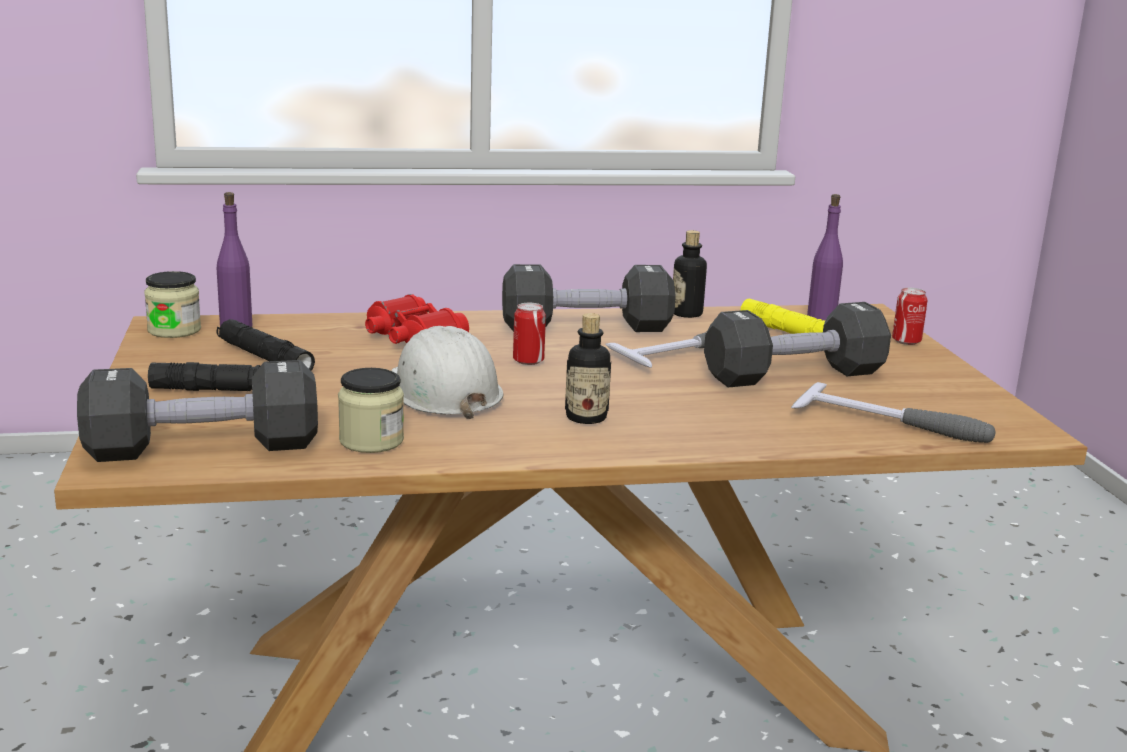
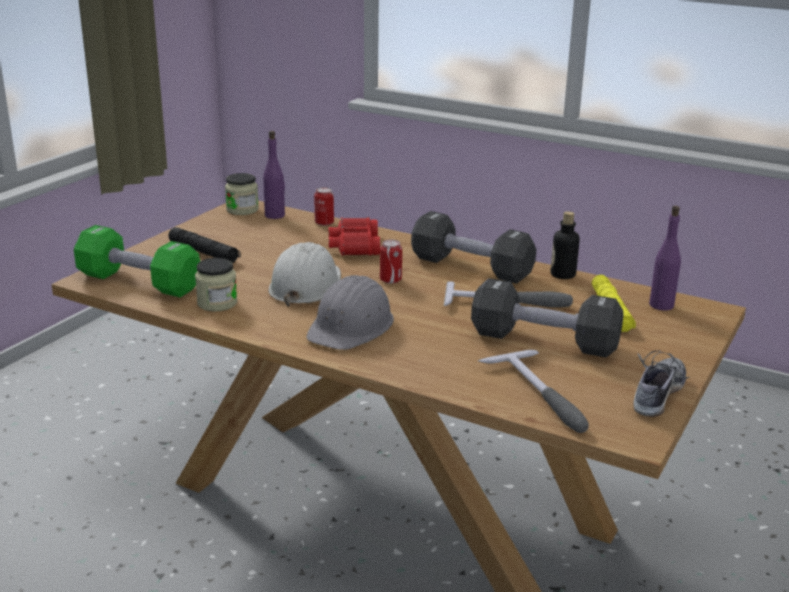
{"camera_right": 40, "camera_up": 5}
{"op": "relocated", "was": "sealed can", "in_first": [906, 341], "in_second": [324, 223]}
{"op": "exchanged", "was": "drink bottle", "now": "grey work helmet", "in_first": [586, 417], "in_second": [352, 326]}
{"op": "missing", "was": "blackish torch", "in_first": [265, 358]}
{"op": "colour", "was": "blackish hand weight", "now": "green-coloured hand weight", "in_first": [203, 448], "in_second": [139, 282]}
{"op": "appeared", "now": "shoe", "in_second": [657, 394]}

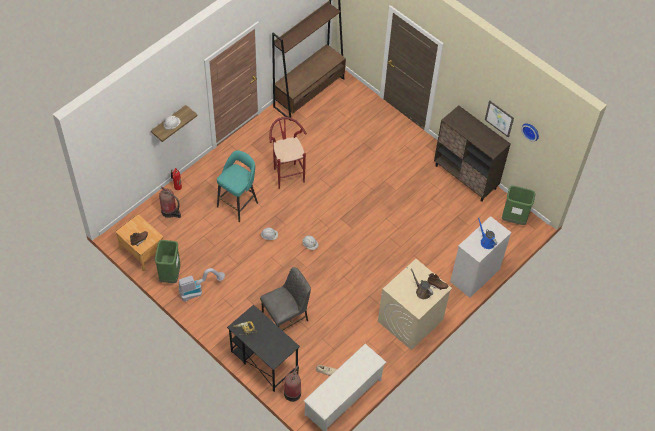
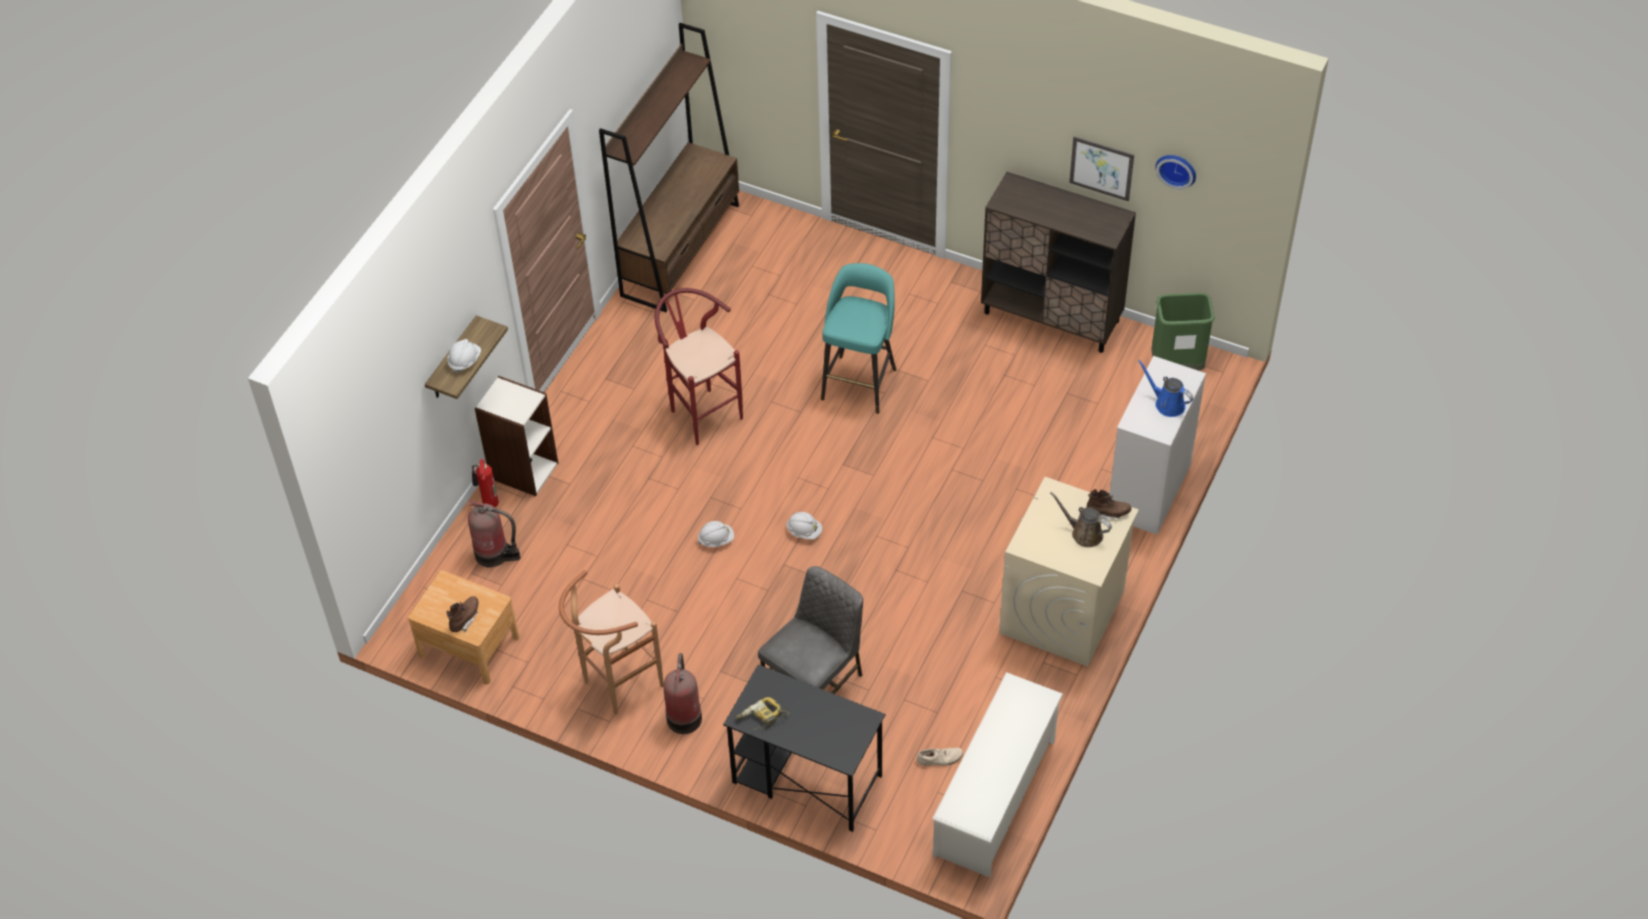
{"camera_right": -15, "camera_up": -5}
{"op": "relocated", "was": "blue-green sitting stool", "in_first": [238, 204], "in_second": [860, 382]}
{"op": "missing", "was": "green-coloured rubbish bin", "in_first": [170, 275]}
{"op": "exchanged", "was": "vacuum cleaner", "now": "brownish sitting stool", "in_first": [198, 290], "in_second": [616, 686]}
{"op": "relocated", "was": "extinguisher", "in_first": [293, 392], "in_second": [684, 716]}
{"op": "appeared", "now": "shelving unit", "in_second": [523, 470]}

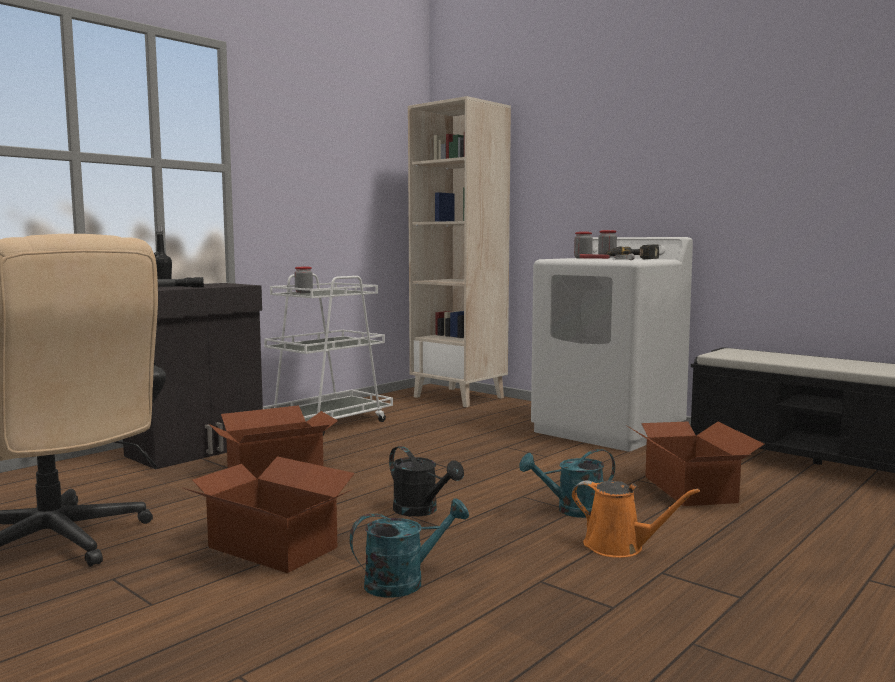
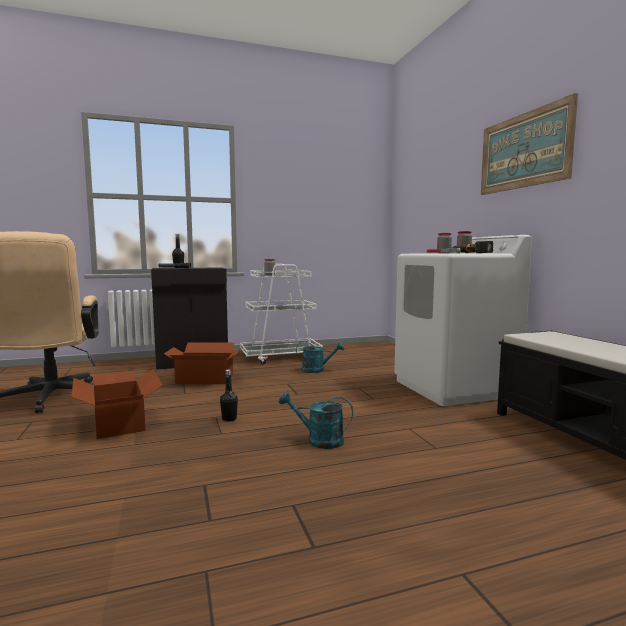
{"camera_right": 30, "camera_up": 0}
{"op": "missing", "was": "beige-coloured shelving unit", "in_first": [459, 397]}
{"op": "missing", "was": "cardboard box", "in_first": [688, 489]}
{"op": "exchanged", "was": "blackish watering can", "now": "blackish drink bottle", "in_first": [421, 511], "in_second": [229, 419]}
{"op": "missing", "was": "orangey watering can", "in_first": [619, 547]}
{"op": "relocated", "was": "blue-green watering can", "in_first": [404, 581], "in_second": [317, 370]}
{"op": "appeared", "now": "wall picture", "in_second": [523, 151]}

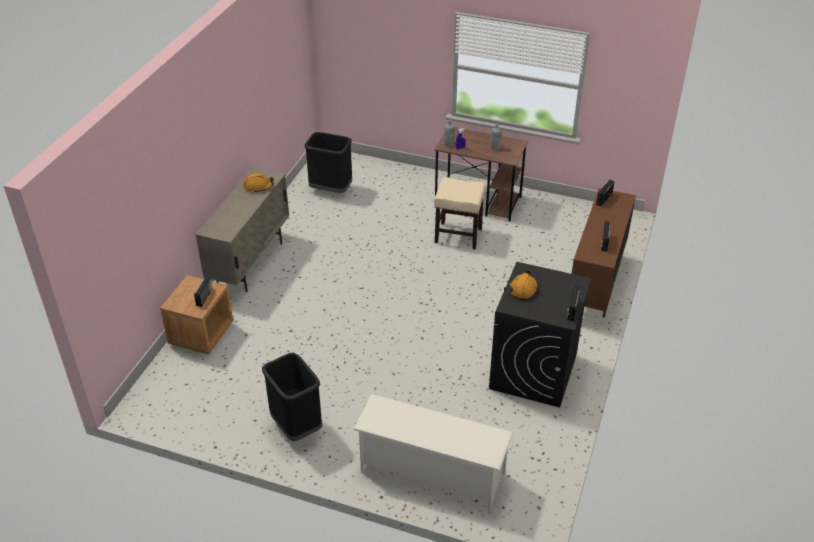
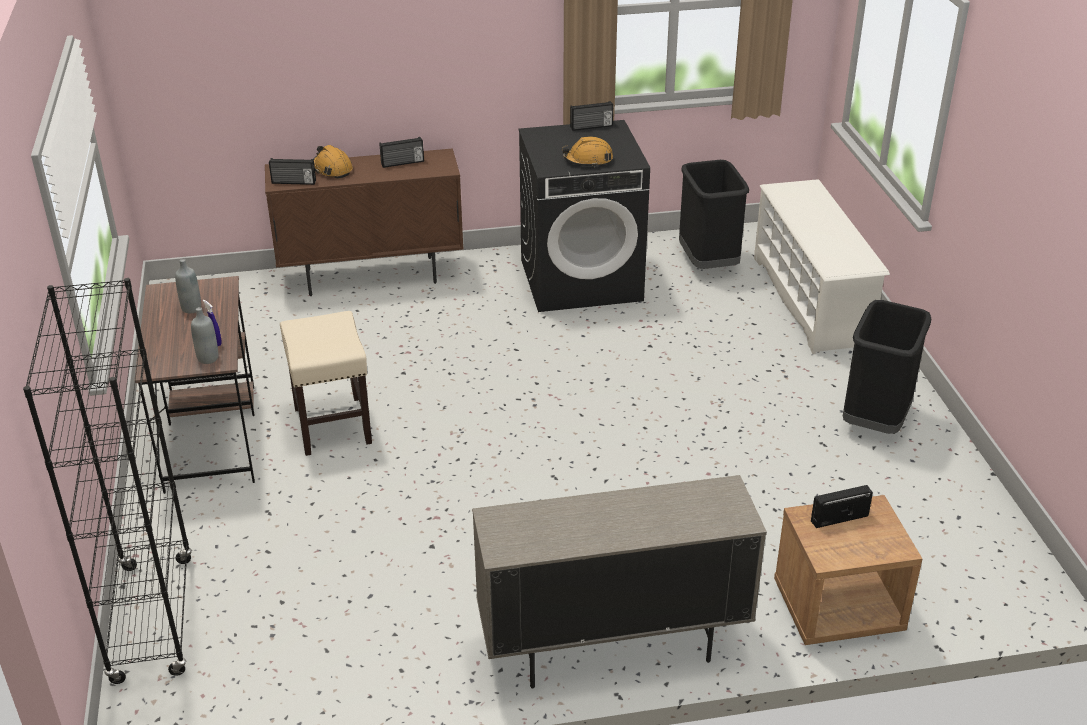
{"camera_right": -120, "camera_up": -5}
{"op": "relocated", "was": "blackish rubbish bin", "in_first": [330, 190], "in_second": [708, 263]}
{"op": "relocated", "was": "orangey work helmet", "in_first": [258, 186], "in_second": [332, 169]}
{"op": "appeared", "now": "blackish shelving unit", "in_second": [153, 619]}

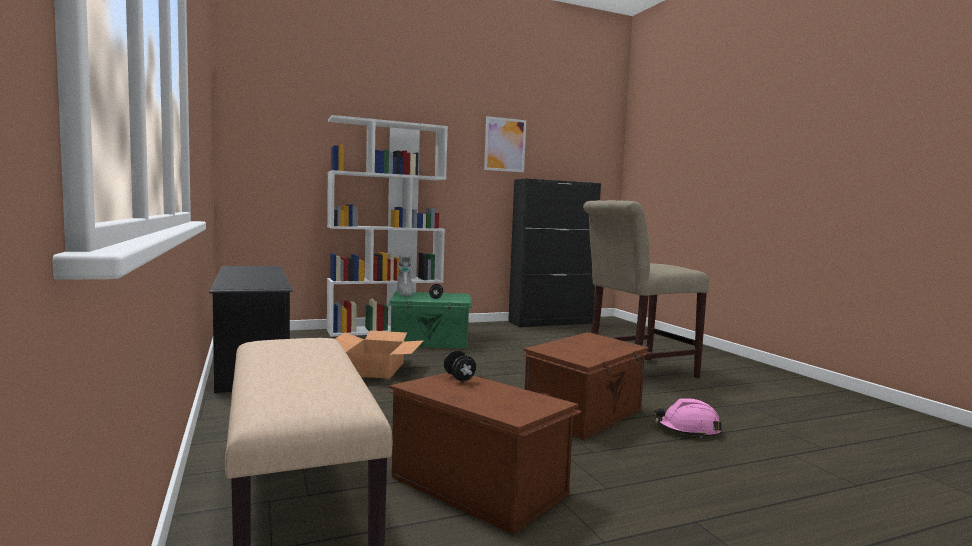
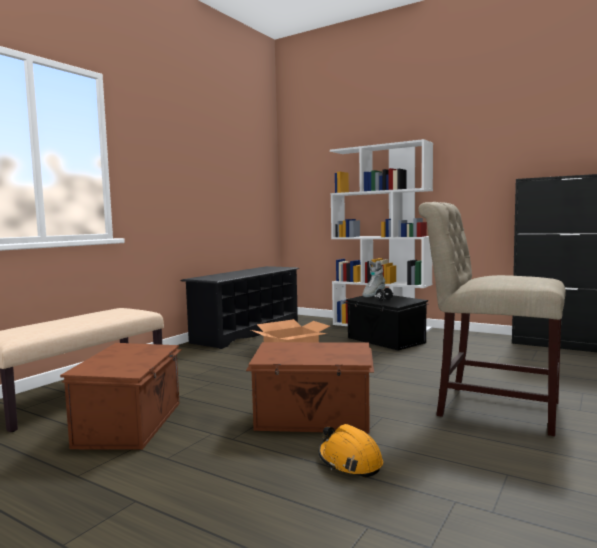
{"camera_right": 55, "camera_up": 0}
{"op": "missing", "was": "wall picture", "in_first": [505, 144]}
{"op": "colour", "was": "green-coloured storage container", "now": "blackish storage container", "in_first": [430, 342], "in_second": [385, 340]}
{"op": "missing", "was": "blackish hand weight", "in_first": [459, 378]}
{"op": "colour", "was": "pink work helmet", "now": "orangey work helmet", "in_first": [687, 430], "in_second": [349, 462]}

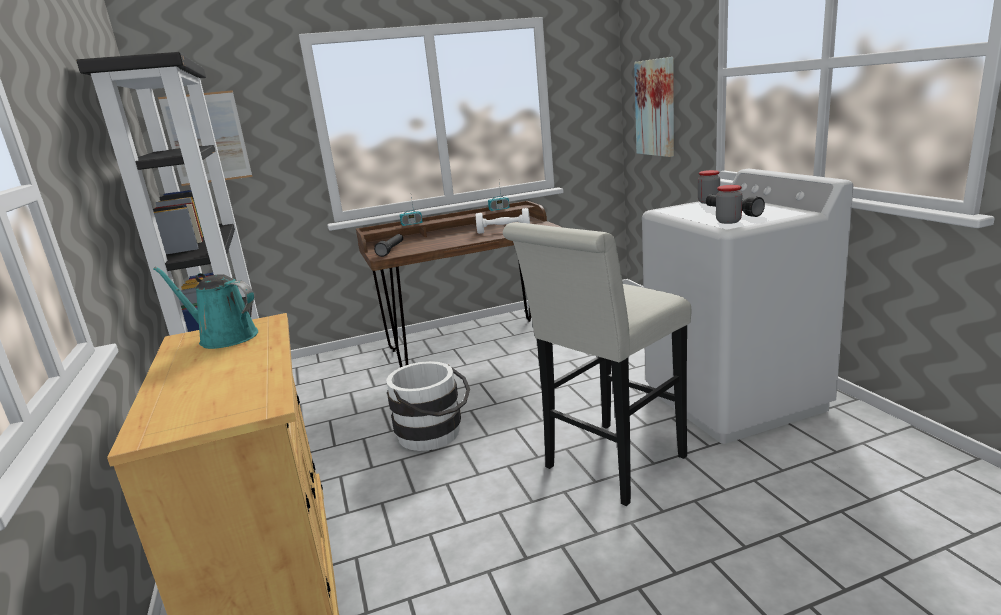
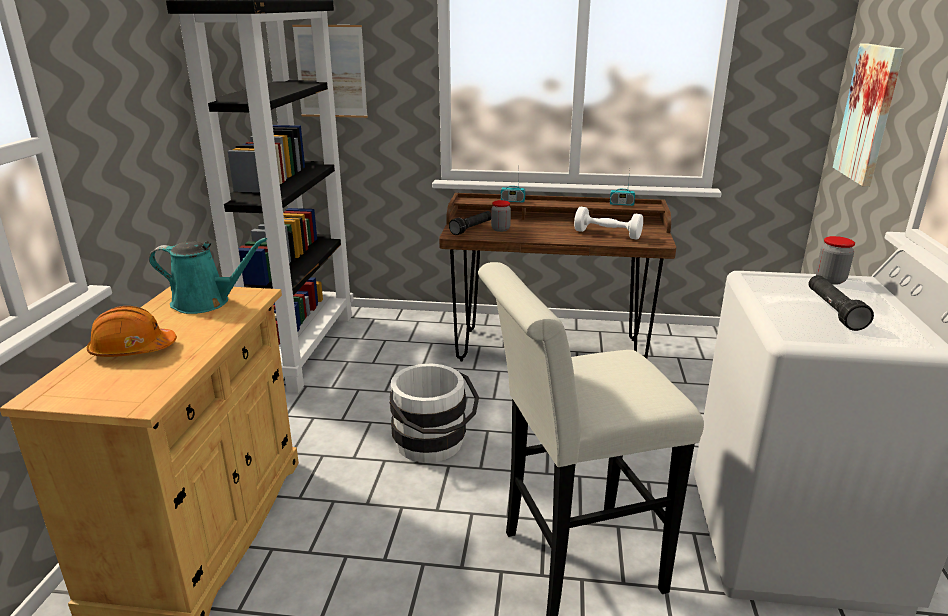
{"camera_right": 25, "camera_up": 5}
{"op": "relocated", "was": "storage jar", "in_first": [728, 221], "in_second": [500, 229]}
{"op": "spun", "was": "blue-green watering can", "in_first": [224, 337], "in_second": [206, 302], "clockwise": 135}
{"op": "appeared", "now": "orangey work helmet", "in_second": [132, 350]}

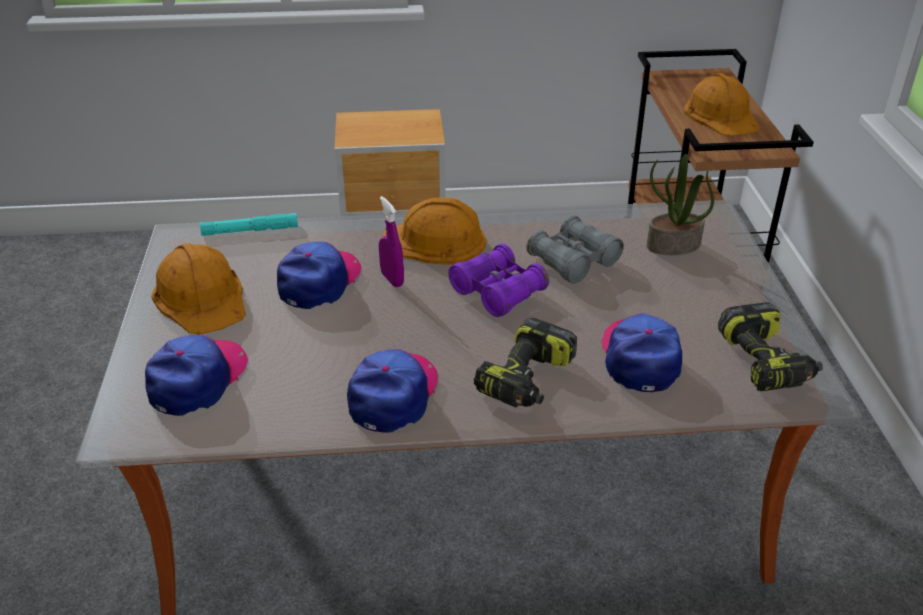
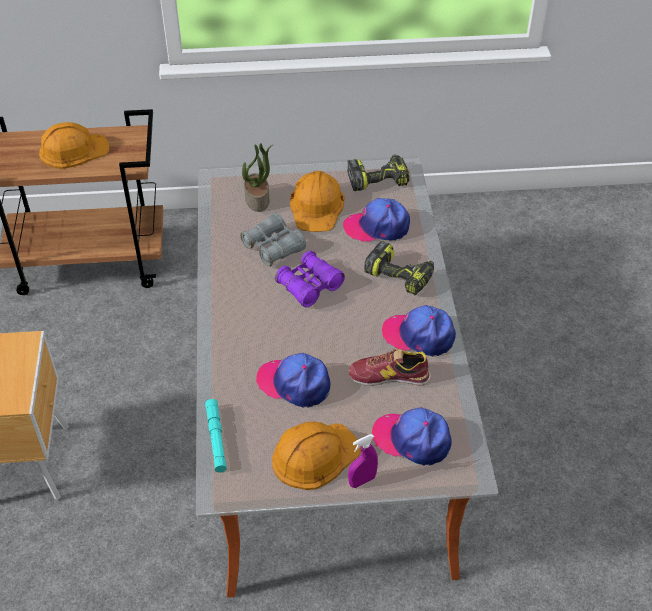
{"camera_right": -90, "camera_up": 10}
{"op": "relocated", "was": "purple-coloured hand sprayer", "in_first": [392, 279], "in_second": [362, 481]}
{"op": "relocated", "was": "orangey work helmet", "in_first": [434, 242], "in_second": [317, 206]}
{"op": "appeared", "now": "shoe", "in_second": [389, 375]}

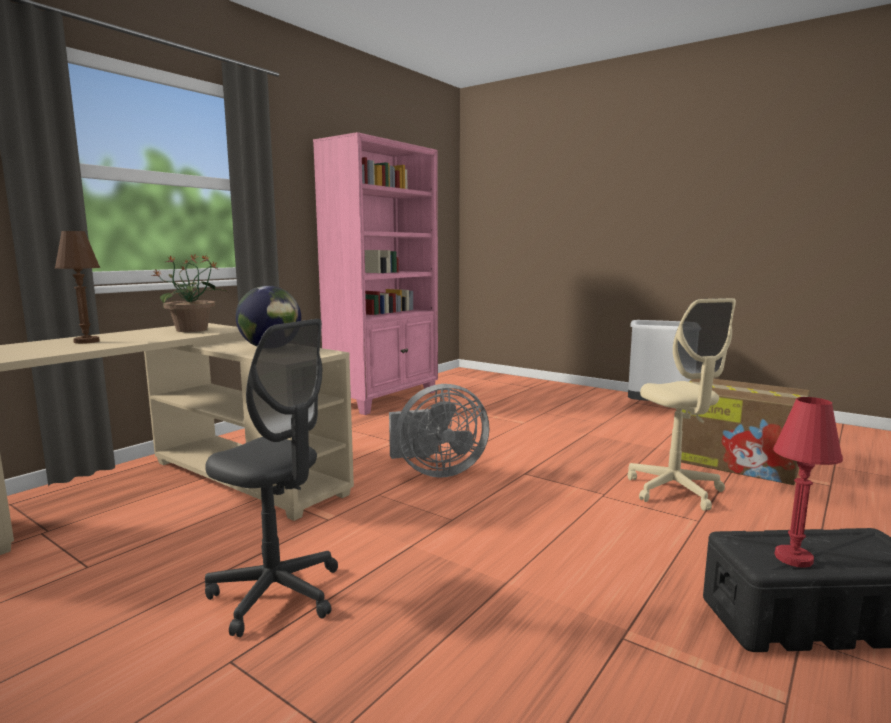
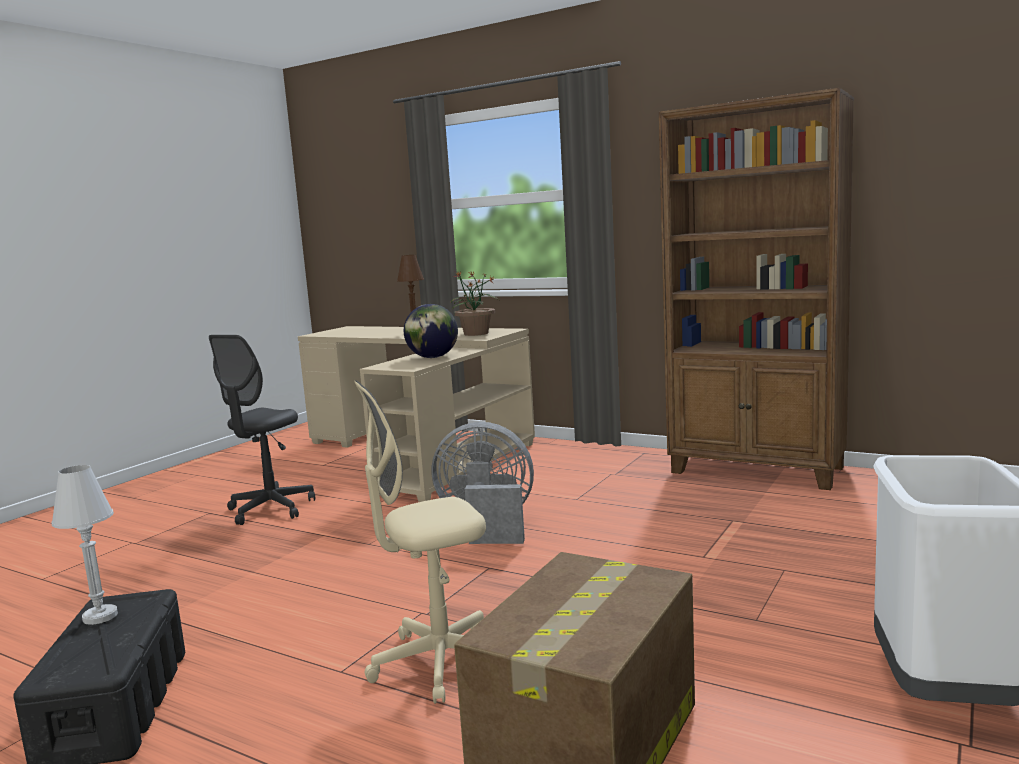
{"camera_right": 85, "camera_up": 0}
{"op": "colour", "was": "pink shelving unit", "now": "brownish shelving unit", "in_first": [384, 398], "in_second": [757, 470]}
{"op": "spun", "was": "grey electric fan", "in_first": [436, 471], "in_second": [487, 526], "clockwise": 120}
{"op": "colour", "was": "reddish lamp for a table", "now": "white lamp for a table", "in_first": [793, 558], "in_second": [100, 616]}

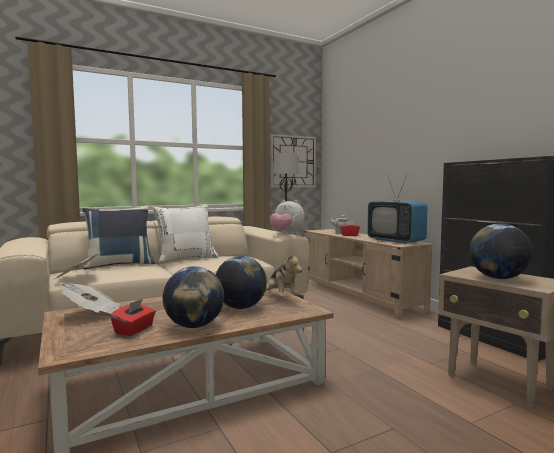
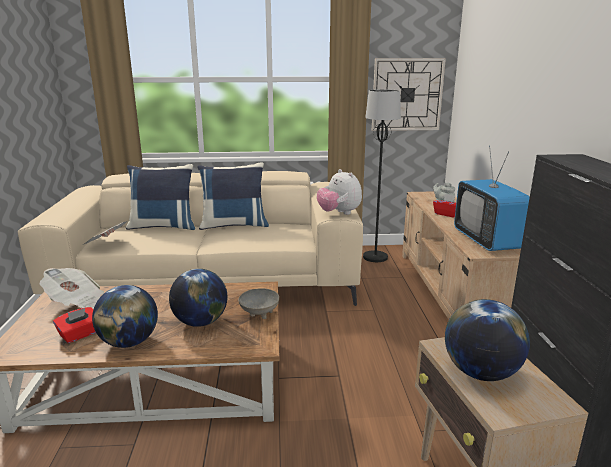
{"camera_right": 25, "camera_up": 15}
{"op": "colour", "was": "white throw pillow", "now": "blue throw pillow", "in_first": [186, 259], "in_second": [234, 225]}
{"op": "exchanged", "was": "plush toy", "now": "grey serving bowl", "in_first": [281, 297], "in_second": [259, 313]}

